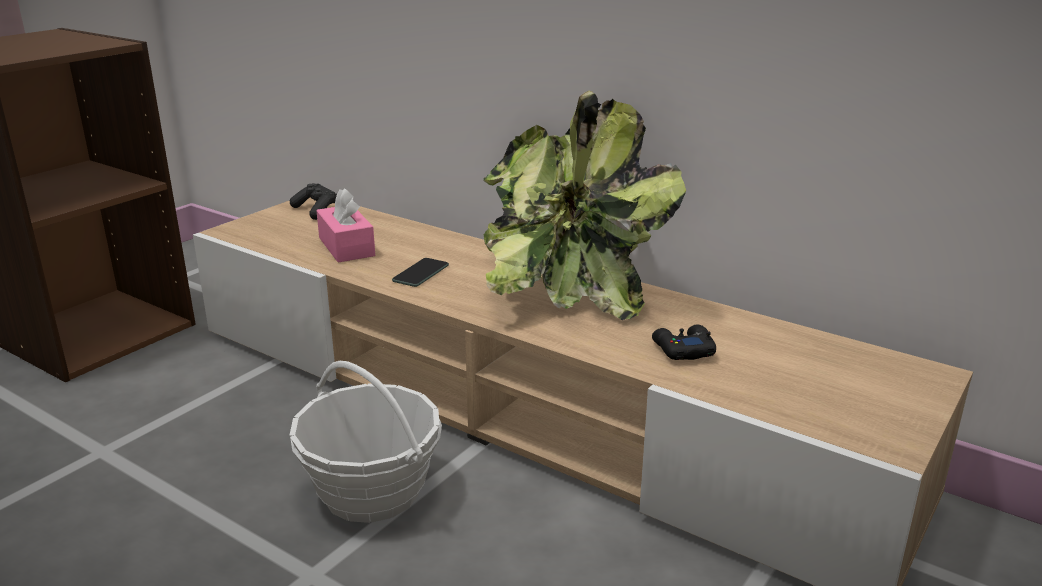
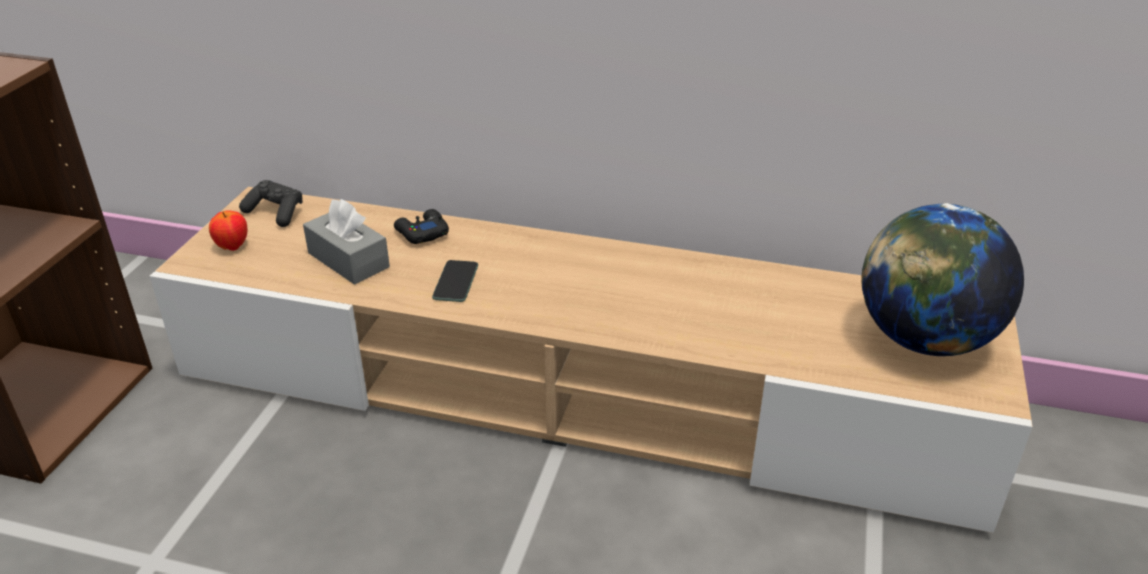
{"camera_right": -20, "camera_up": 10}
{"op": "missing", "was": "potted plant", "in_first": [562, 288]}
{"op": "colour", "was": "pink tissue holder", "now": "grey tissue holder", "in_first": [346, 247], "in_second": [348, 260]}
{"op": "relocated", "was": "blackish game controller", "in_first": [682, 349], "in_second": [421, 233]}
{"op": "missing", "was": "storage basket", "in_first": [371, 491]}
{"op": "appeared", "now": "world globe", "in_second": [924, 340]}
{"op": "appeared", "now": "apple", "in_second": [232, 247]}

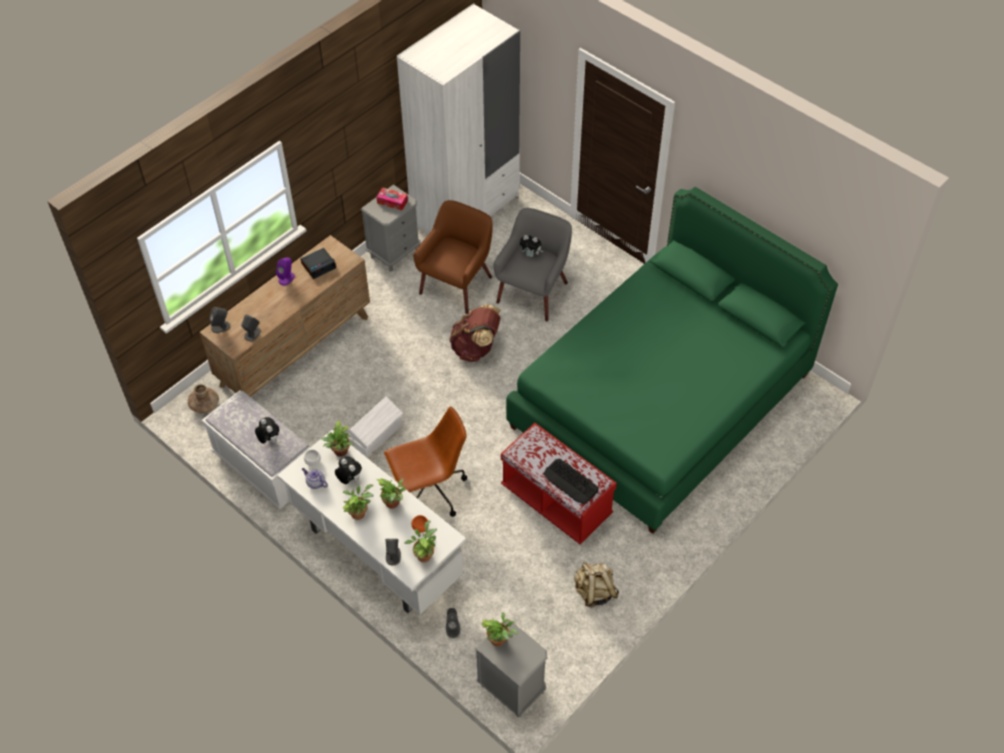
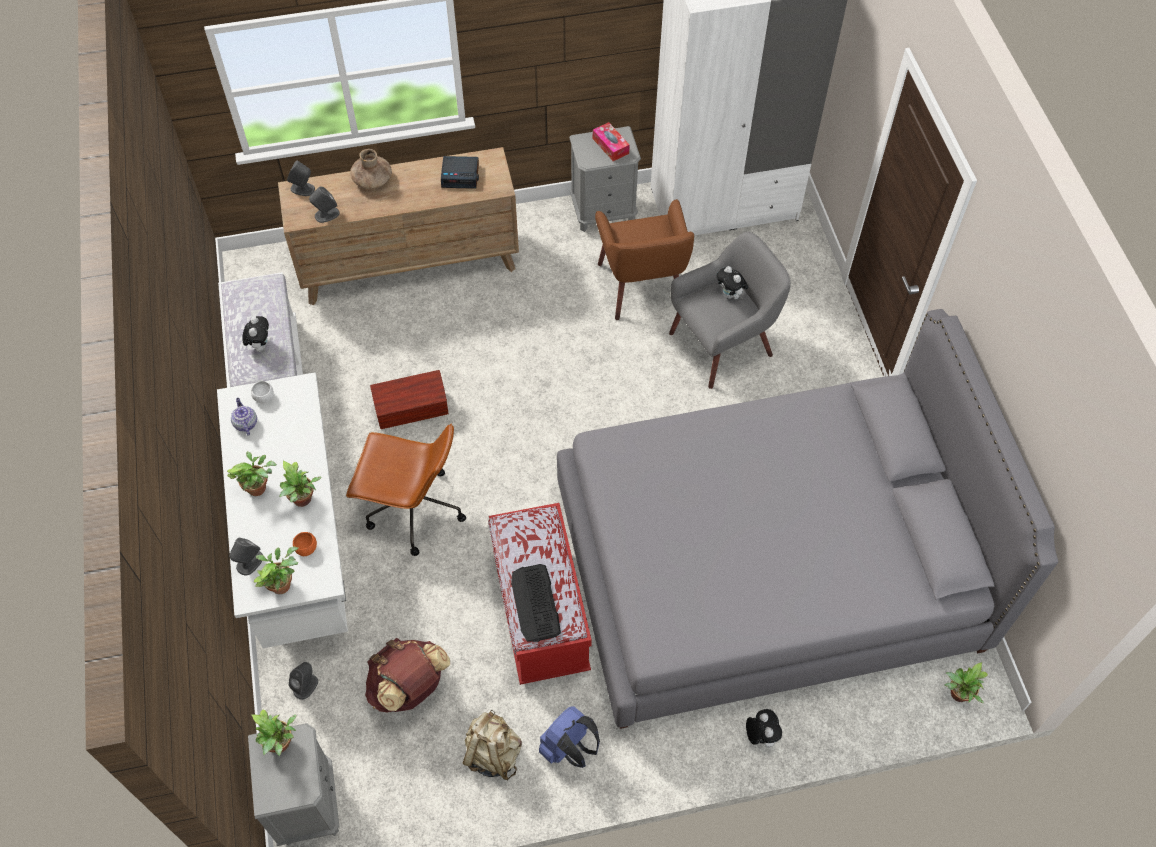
{"camera_right": 35, "camera_up": 5}
{"op": "colour", "was": "green-coloured bed", "now": "grey bed", "in_first": [660, 401], "in_second": [766, 568]}
{"op": "spun", "was": "brownish lounge chair", "in_first": [457, 284], "in_second": [642, 286], "clockwise": 105}
{"op": "missing", "was": "purple-coloured speaker", "in_first": [286, 278]}
{"op": "relocated", "was": "brownish rucksack", "in_first": [476, 348], "in_second": [409, 687]}
{"op": "relocated", "was": "brownish vase", "in_first": [204, 405], "in_second": [372, 180]}
{"op": "colour", "was": "white storage container", "now": "brownish storage container", "in_first": [376, 435], "in_second": [412, 409]}
{"op": "relocated", "was": "potted plant", "in_first": [340, 453], "in_second": [957, 695]}
{"op": "relocated", "was": "plush toy", "in_first": [349, 479], "in_second": [760, 736]}
{"op": "appeared", "now": "blue rucksack", "in_second": [569, 748]}

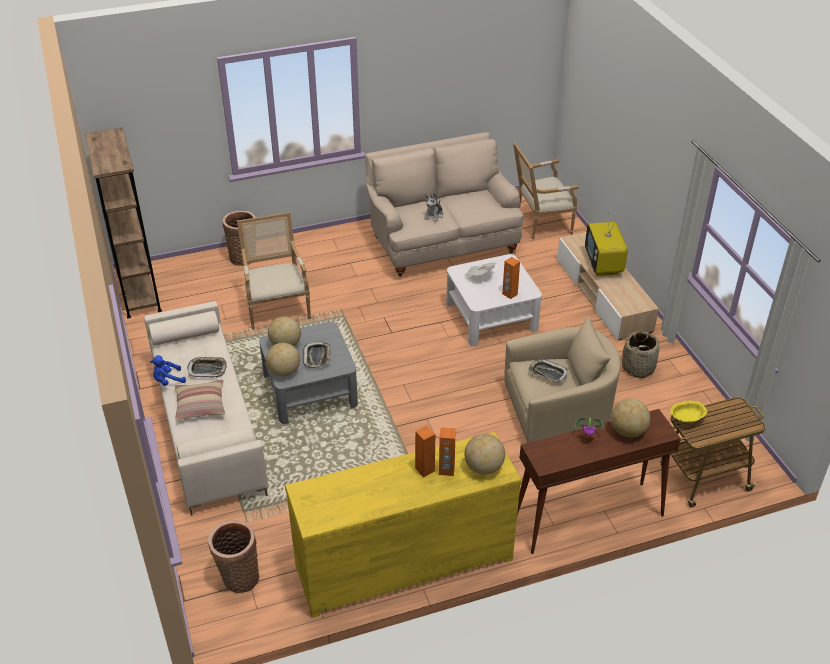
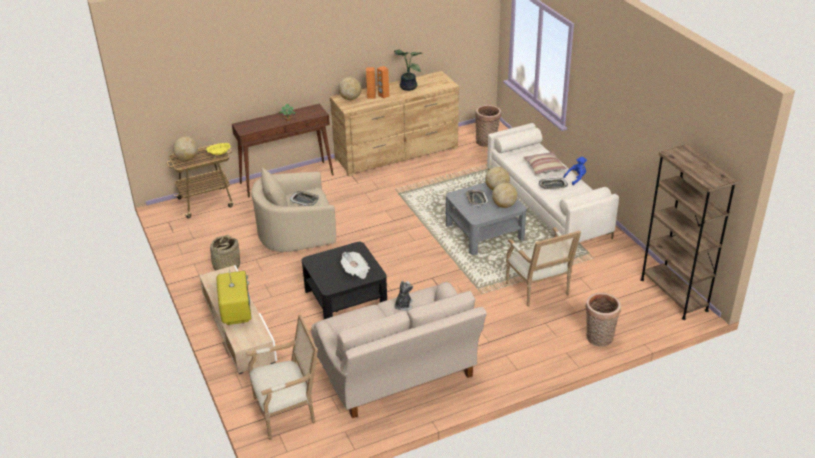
{"camera_right": 175, "camera_up": -5}
{"op": "colour", "was": "white low table", "now": "blackish low table", "in_first": [491, 316], "in_second": [345, 299]}
{"op": "missing", "was": "orangey speaker", "in_first": [509, 294]}
{"op": "relocated", "was": "world globe", "in_first": [627, 431], "in_second": [187, 158]}
{"op": "colour", "was": "yellow-coloured dresser", "now": "brownish dresser", "in_first": [403, 561], "in_second": [397, 154]}
{"op": "appeared", "now": "potted plant", "in_second": [407, 87]}

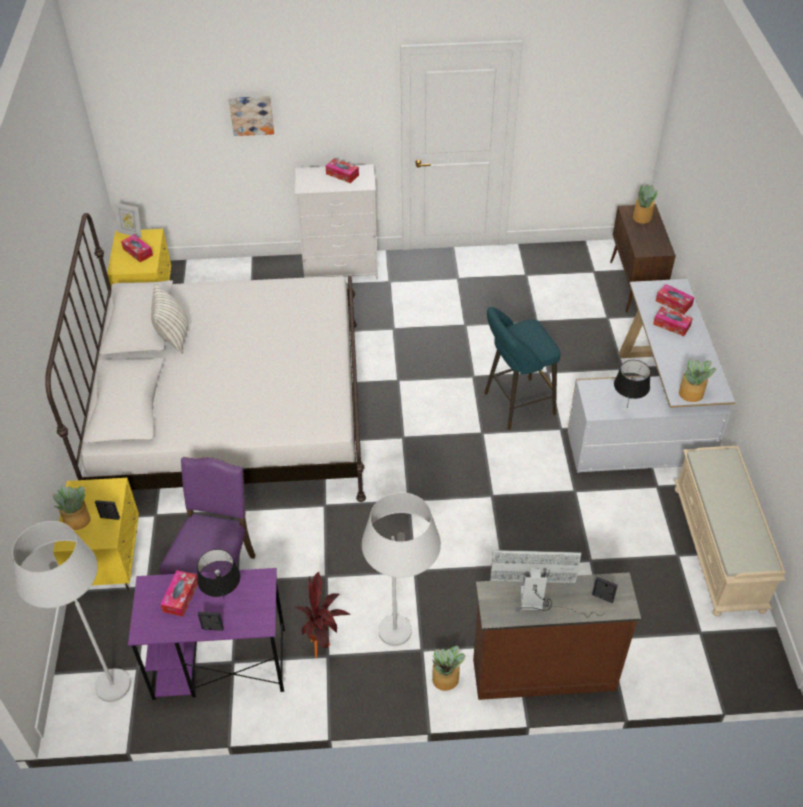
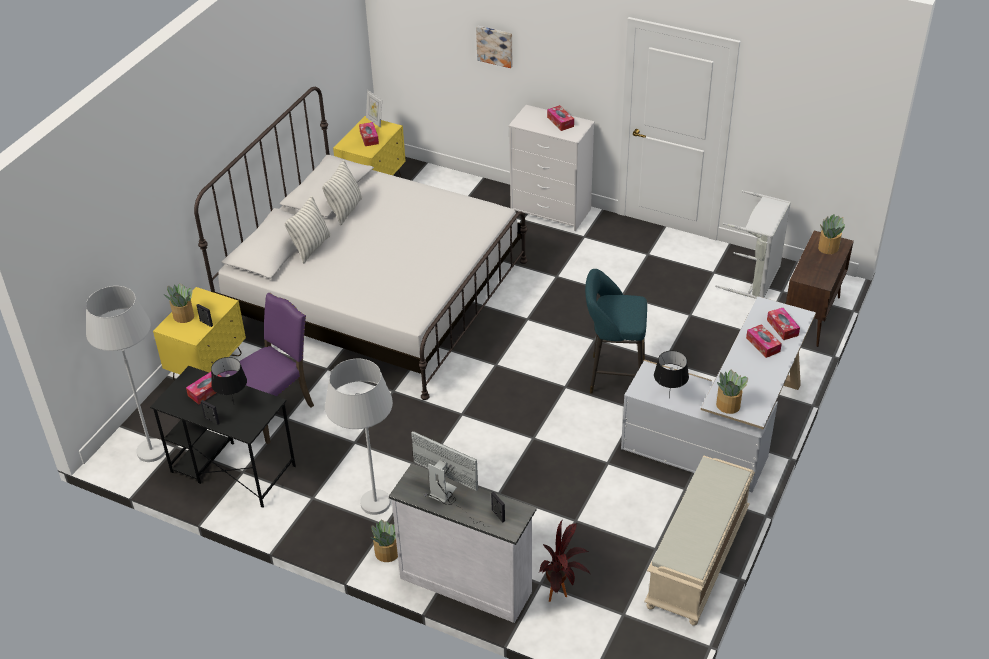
{"camera_right": 30, "camera_up": -5}
{"op": "colour", "was": "purple-coloured desk table", "now": "blackish desk table", "in_first": [219, 664], "in_second": [232, 469]}
{"op": "relocated", "was": "potted plant", "in_first": [324, 644], "in_second": [562, 594]}
{"op": "colour", "was": "brownish dresser", "now": "white dresser", "in_first": [542, 673], "in_second": [466, 583]}
{"op": "appeared", "now": "grey laundry basket", "in_second": [755, 279]}
{"op": "appeared", "now": "throw pillow", "in_second": [311, 247]}

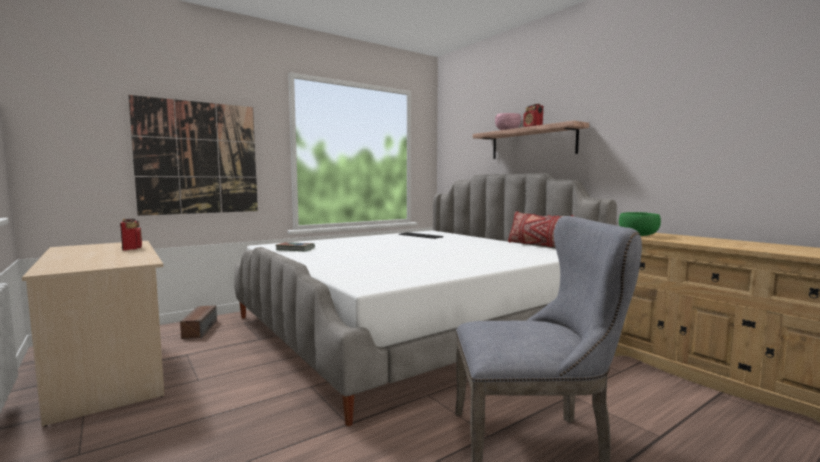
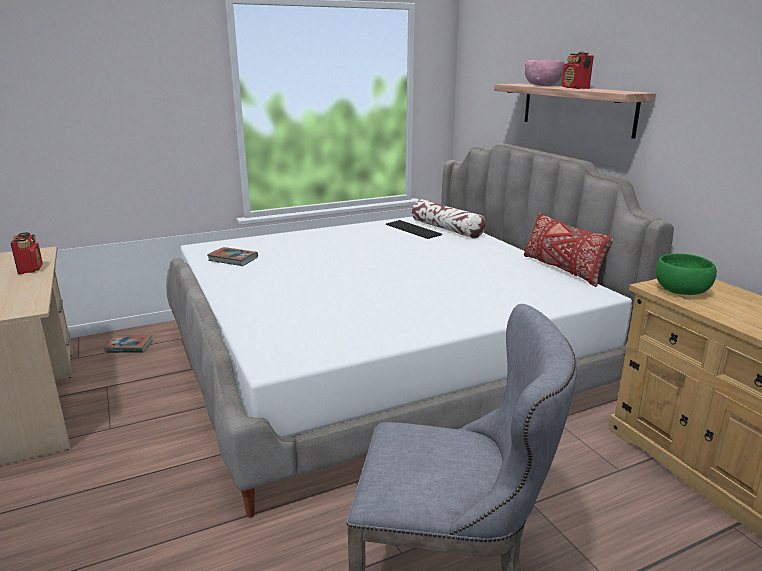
{"camera_right": 10, "camera_up": 15}
{"op": "missing", "was": "wall picture", "in_first": [198, 158]}
{"op": "exchanged", "was": "speaker", "now": "book", "in_first": [199, 329], "in_second": [129, 347]}
{"op": "appeared", "now": "throw pillow", "in_second": [447, 229]}

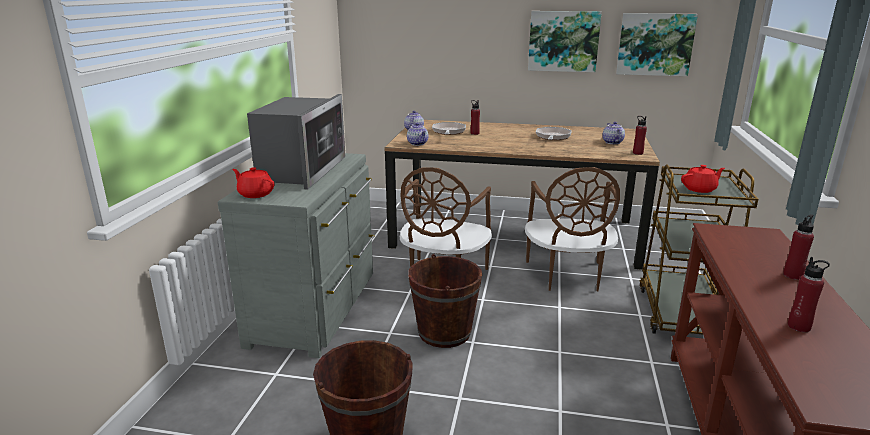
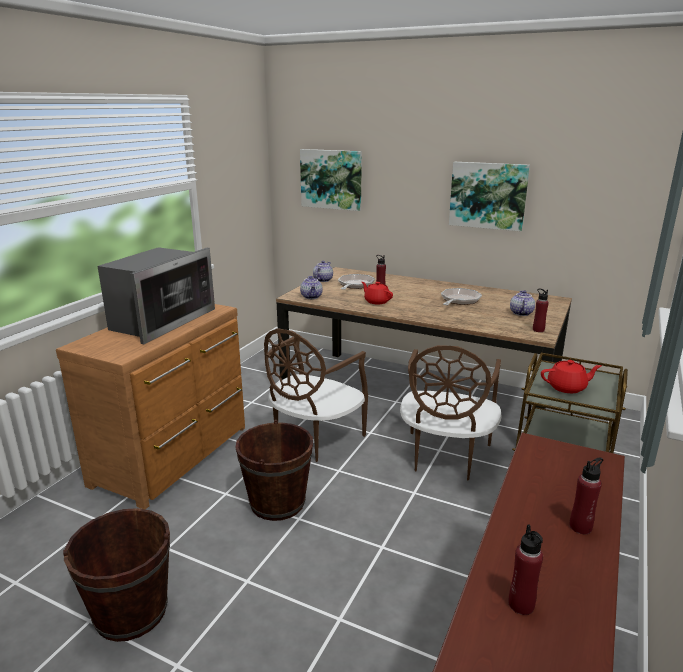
{"camera_right": 15, "camera_up": 0}
{"op": "relocated", "was": "wall picture", "in_first": [655, 44], "in_second": [331, 179]}
{"op": "colour", "was": "grey dresser", "now": "brownish dresser", "in_first": [317, 308], "in_second": [175, 455]}
{"op": "relocated", "was": "reddish tea pot", "in_first": [255, 194], "in_second": [376, 301]}

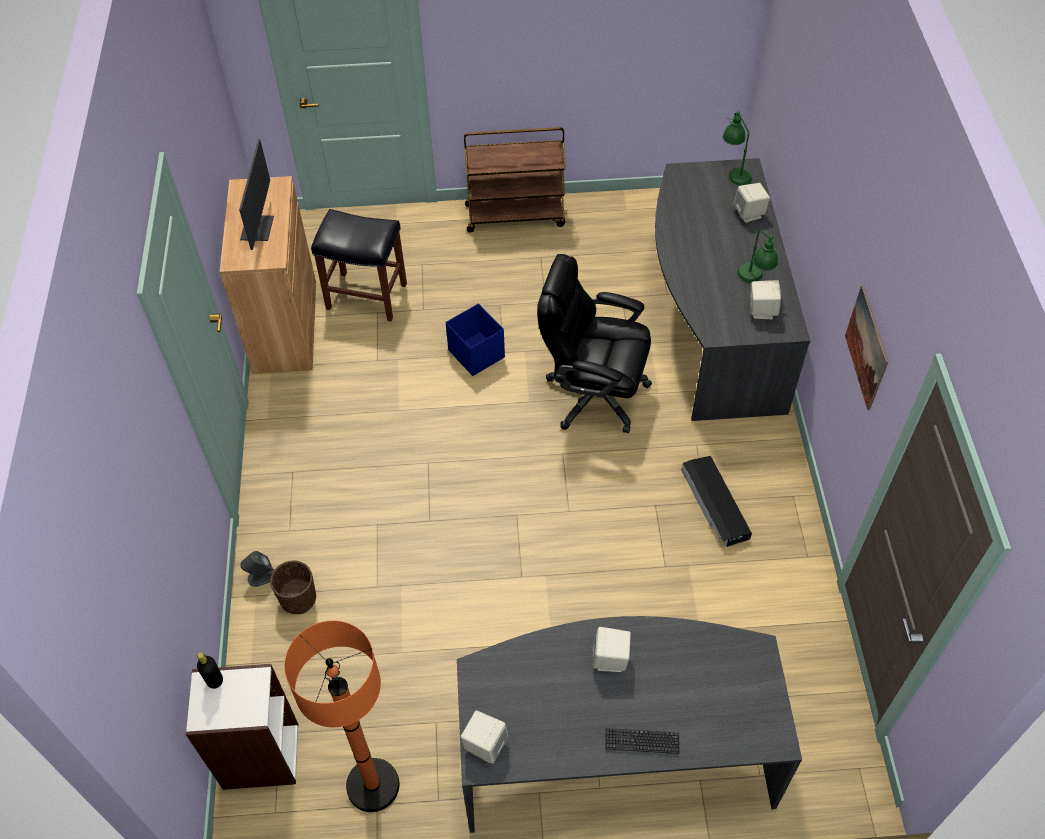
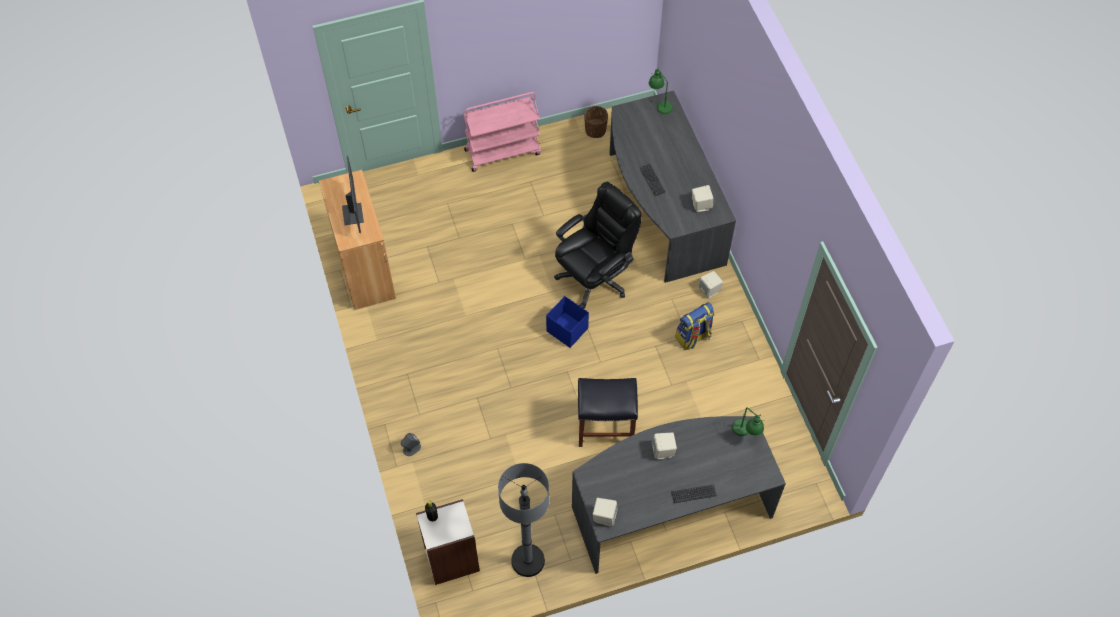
{"camera_right": -15, "camera_up": 5}
{"op": "colour", "was": "brownish wheeled cart", "now": "pink wheeled cart", "in_first": [516, 215], "in_second": [503, 151]}
{"op": "relocated", "was": "beige-coloured speaker", "in_first": [749, 213], "in_second": [709, 290]}
{"op": "relocated", "was": "blackish sitting stool", "in_first": [368, 296], "in_second": [606, 427]}
{"op": "relocated", "was": "green-coloured lamp for a table", "in_first": [755, 281], "in_second": [746, 434]}
{"op": "spun", "was": "blackish office chair", "in_first": [593, 394], "in_second": [595, 277], "clockwise": 135}
{"op": "missing", "was": "wall picture", "in_first": [866, 347]}
{"op": "relocated", "was": "blue storage container", "in_first": [476, 353], "in_second": [567, 329]}
{"op": "exchanged", "was": "blackish storage container", "now": "rucksack", "in_first": [715, 504], "in_second": [693, 337]}
{"op": "relocated", "was": "brownish flower pot", "in_first": [298, 599], "in_second": [595, 130]}
{"op": "colour", "was": "orangey standing lamp", "now": "grey standing lamp", "in_first": [373, 785], "in_second": [528, 561]}
{"op": "appeared", "now": "PC keyboard", "in_second": [652, 180]}

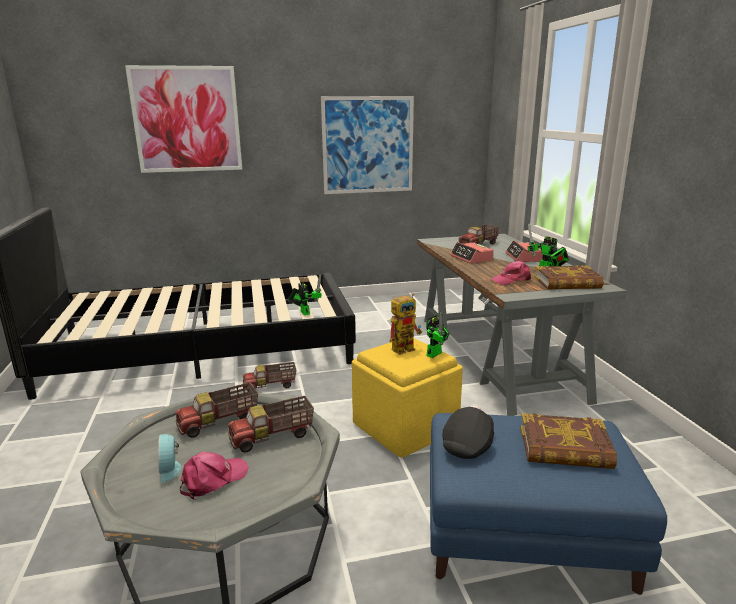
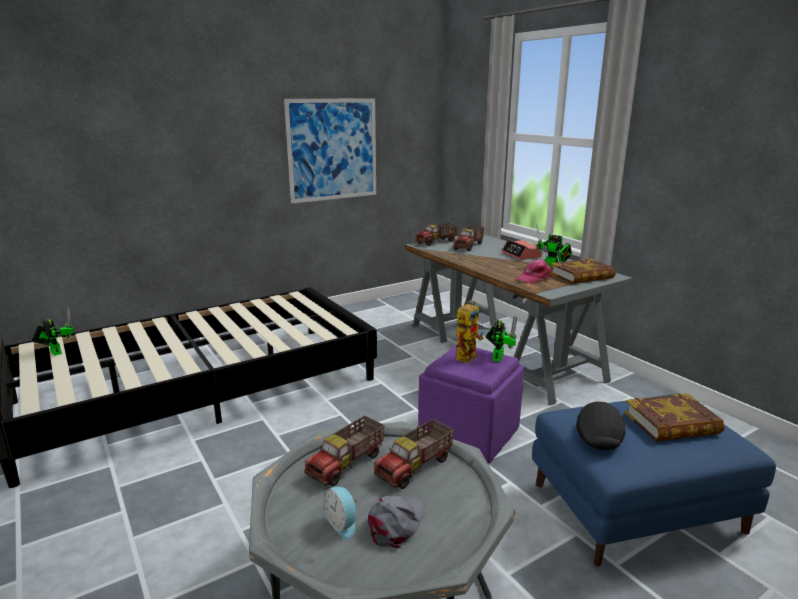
{"camera_right": -20, "camera_up": 0}
{"op": "missing", "was": "wall picture", "in_first": [186, 120]}
{"op": "missing", "was": "bedside clock", "in_first": [471, 258]}
{"op": "relocated", "was": "toy robot", "in_first": [304, 312], "in_second": [55, 351]}
{"op": "colour", "was": "yellow-coloured ottoman", "now": "purple-coloured ottoman", "in_first": [405, 426], "in_second": [469, 432]}
{"op": "relocated", "was": "model truck", "in_first": [270, 386], "in_second": [437, 242]}
{"op": "colour", "was": "pink peaked cap", "now": "grey peaked cap", "in_first": [213, 479], "in_second": [396, 523]}

